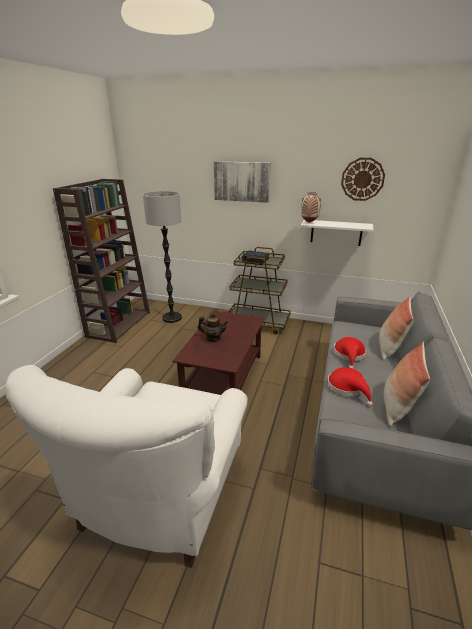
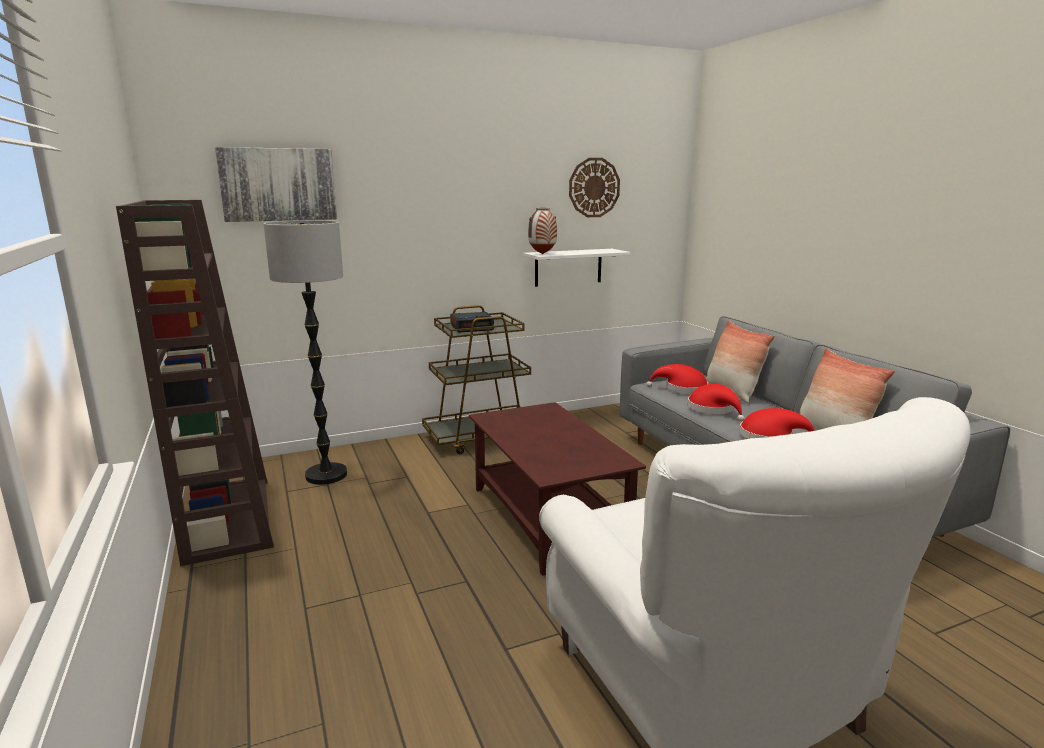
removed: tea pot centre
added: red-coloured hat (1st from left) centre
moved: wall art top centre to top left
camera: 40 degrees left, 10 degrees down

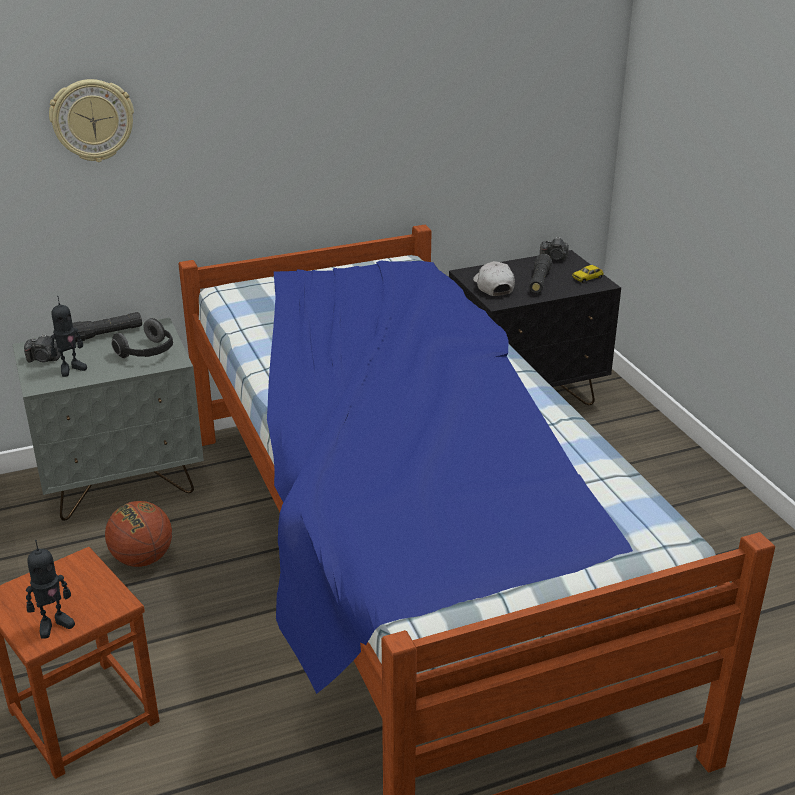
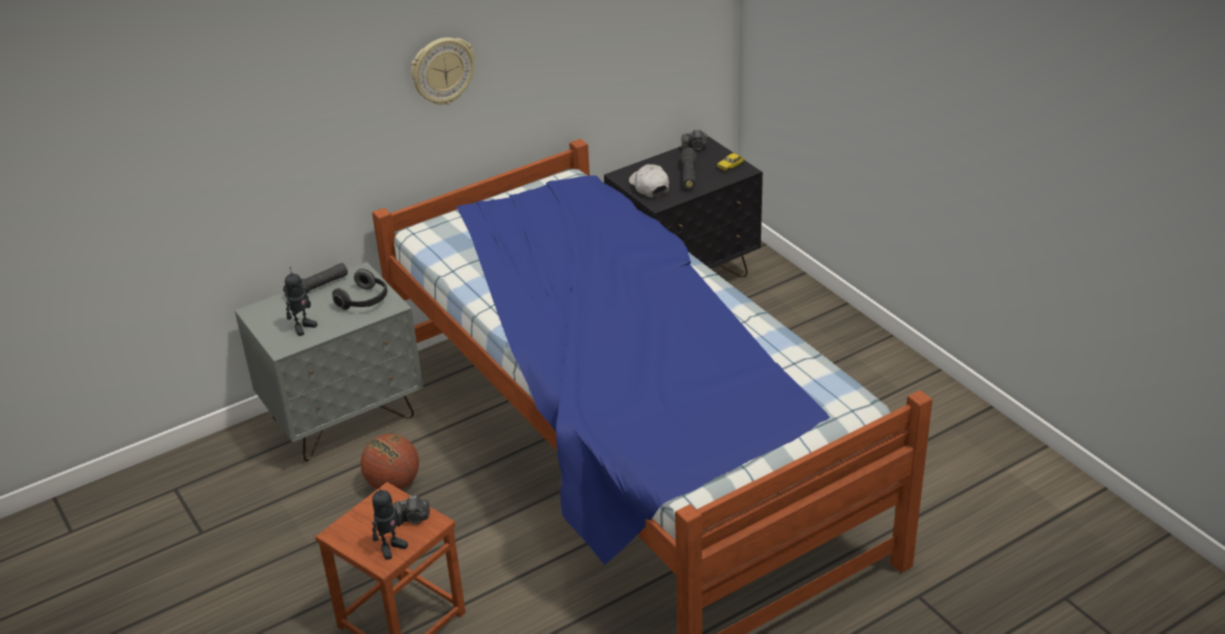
moved: hanging clock top left to top centre; still camera (1st from left) middle left to bottom centre
camera: 10 degrees left, 5 degrees up

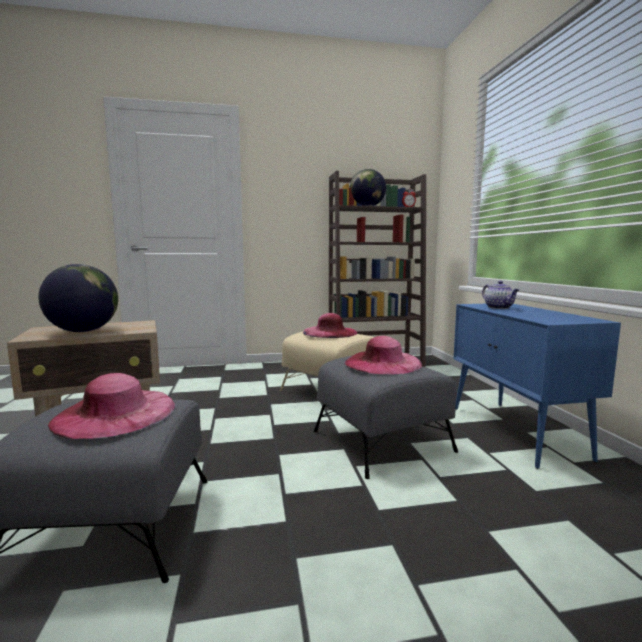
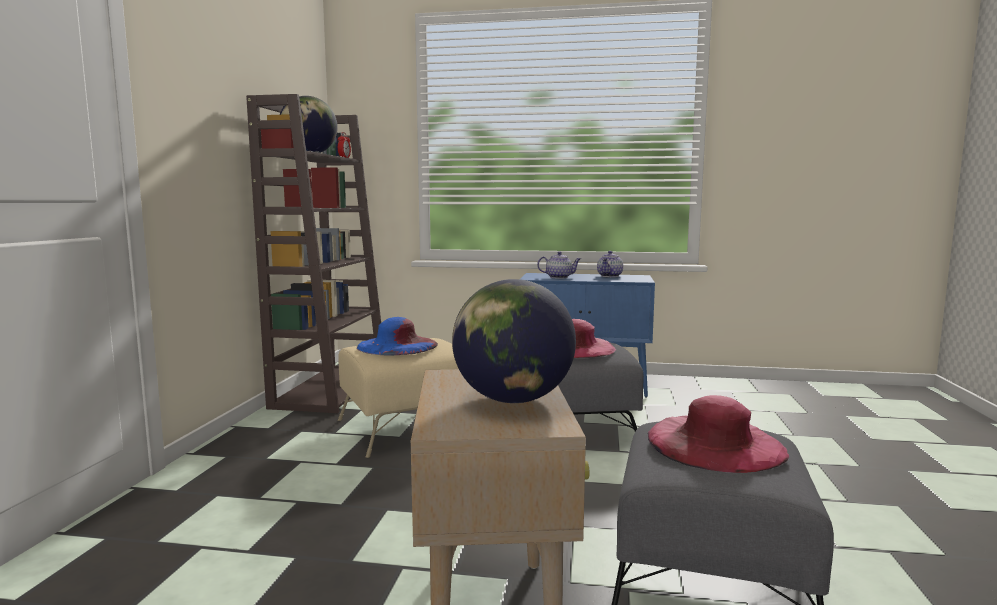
added: tea pot (2nd from left) centre
recoloured: pink-coloured hat (2nd from left) centre to blue-coloured hat centre
camera: 70 degrees left, 0 degrees up

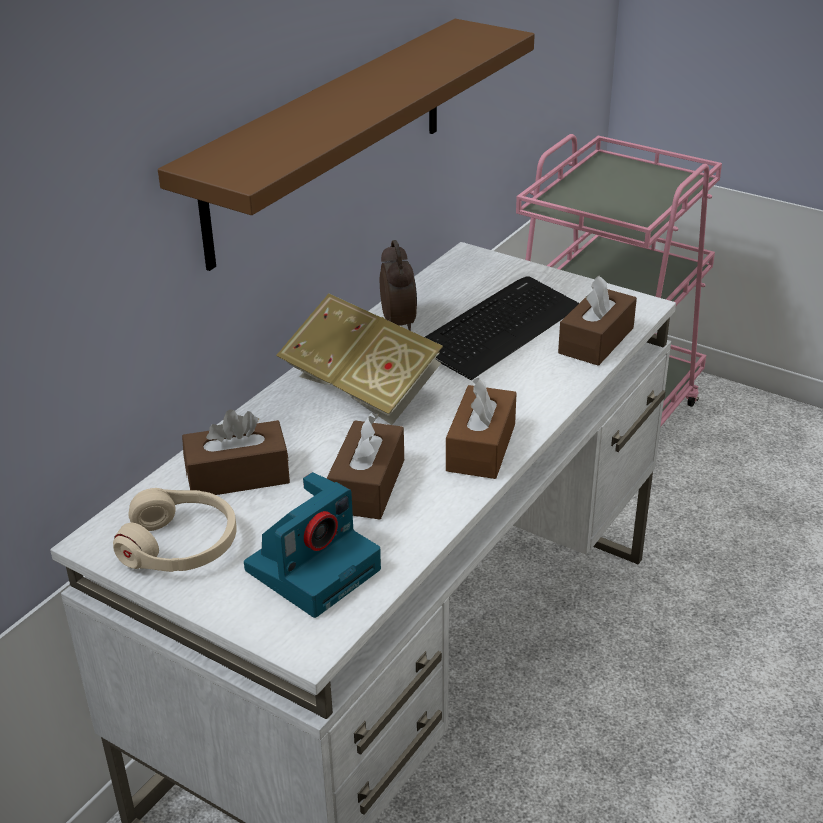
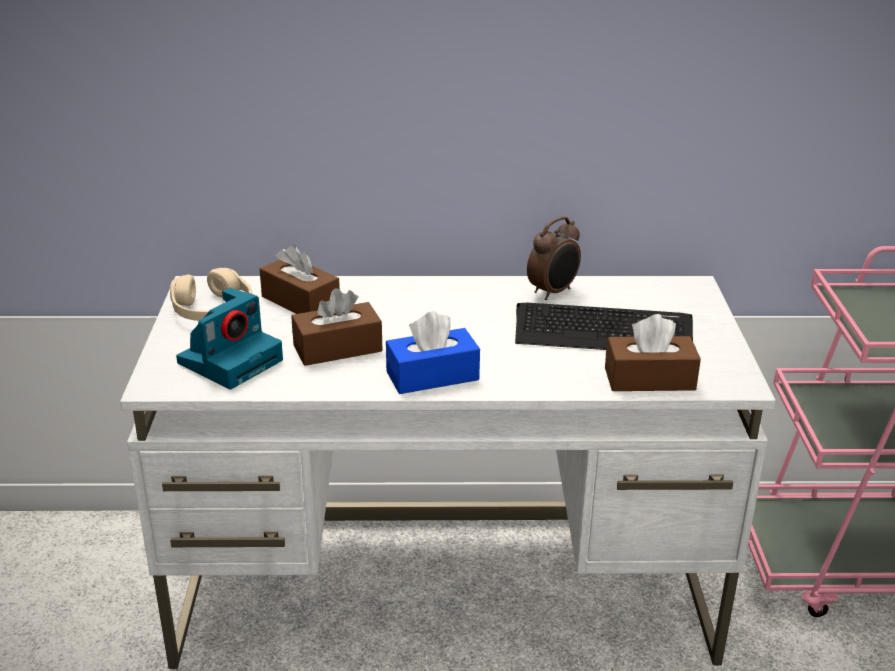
removed: brown-coloured wall shelf top centre; volume centre
recoloured: brown-coloured tissue holder (3rd from left) centre to blue-coloured tissue holder centre
turned: still camera centre = middle left 60 degrees counterclockwise
camera: 55 degrees right, 5 degrees down

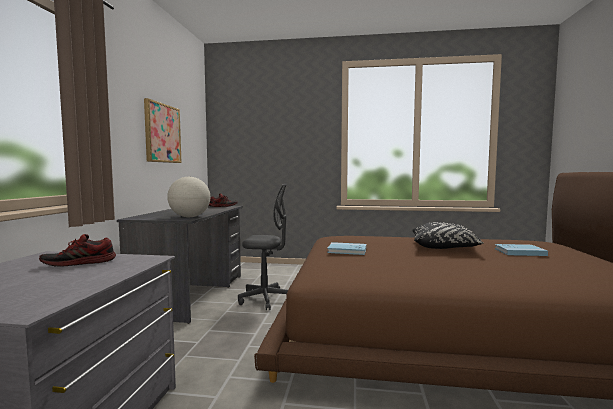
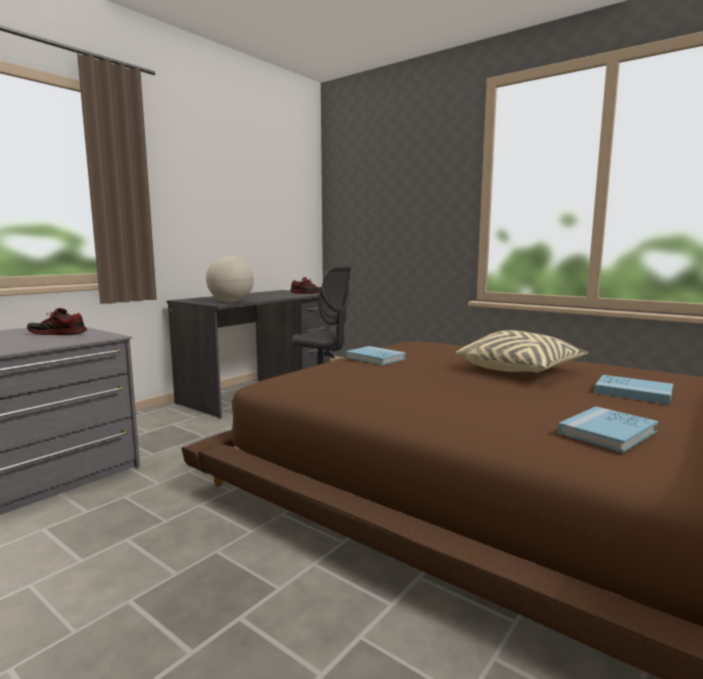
removed: wall art top left
added: blue-coloured volume (2nd from left) middle right
recoloured: blackish pillow middle right to beige-coloured pillow middle right
camera: 30 degrees right, 5 degrees up

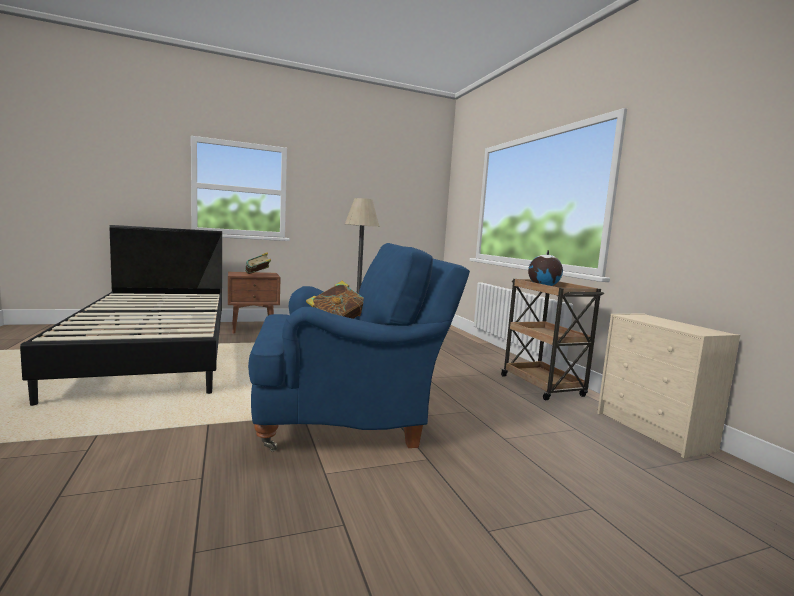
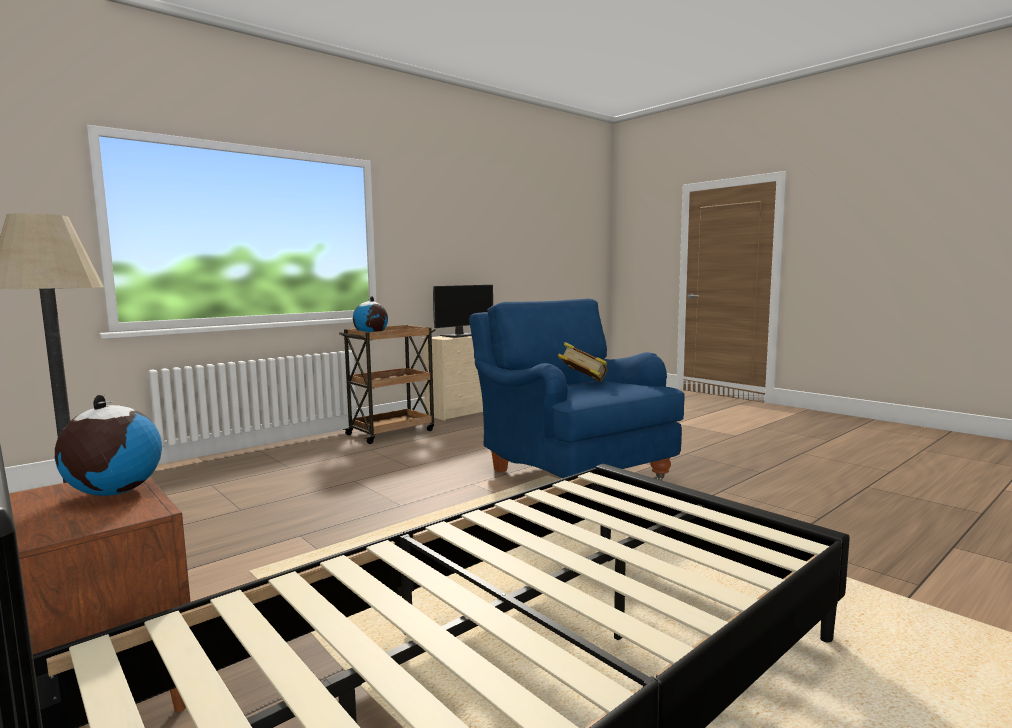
added: computer screen centre
replaced: volume (1st from left) middle left to globe (1st from left) middle left
camera: 110 degrees left, 0 degrees up

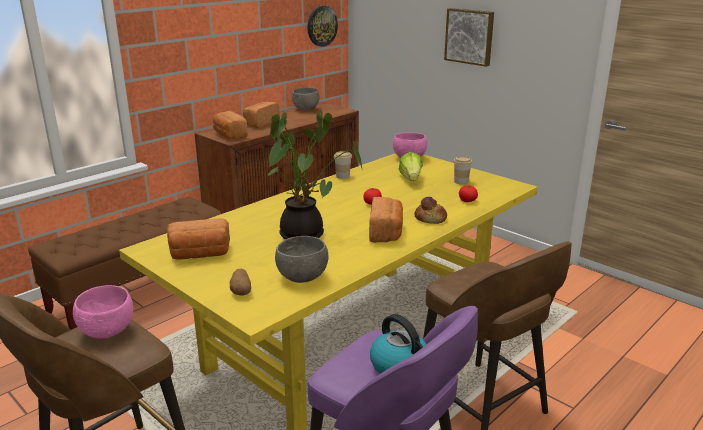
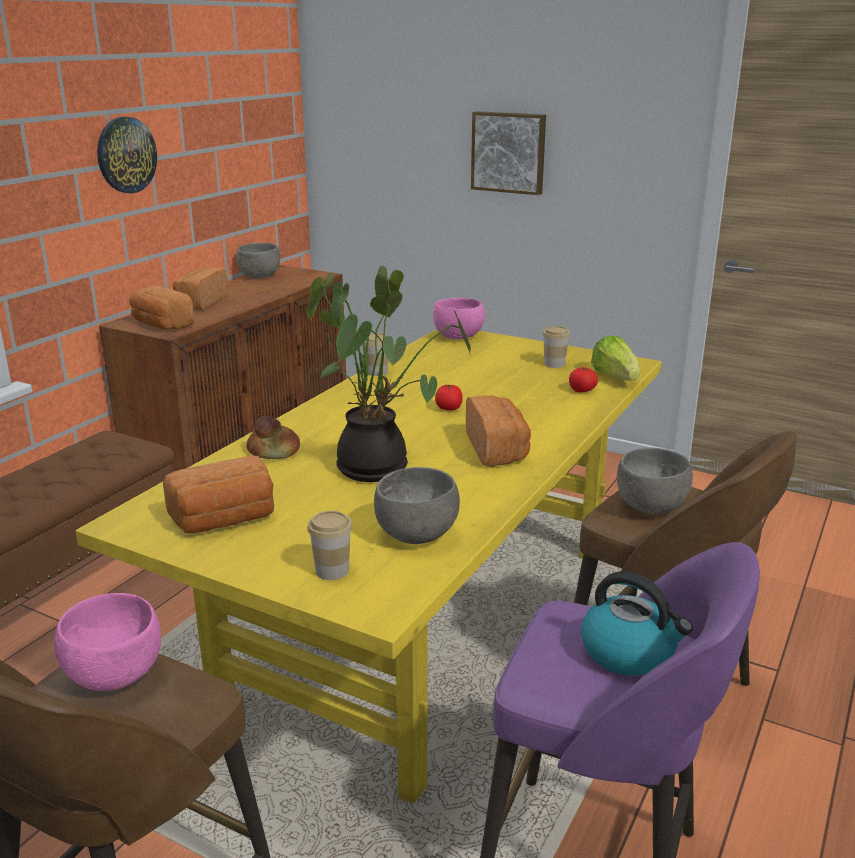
added: greyish deep dish (3rd from left) middle right
moved: hanging clock top centre to top left; lettuce centre to middle right; bakery bread (5th from left in the first image) centre to bakery bread (4th from left) middle left
replaced: spud centre to cup (1st from left) centre
camera: 15 degrees left, 0 degrees up

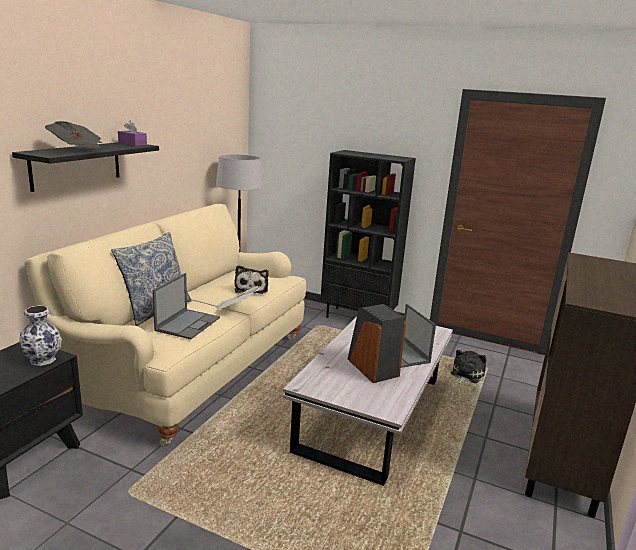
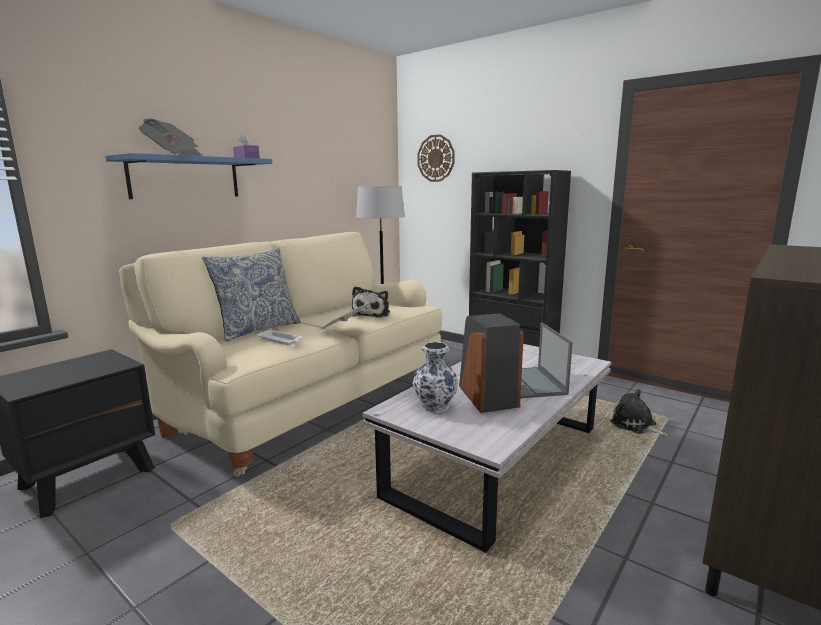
added: hanging clock top centre
moved: flower vase middle left to centre
replaced: notebook computer (1st from left) middle left to white-coloured serving tray centre
recoloured: blackish wall shelf top left to blue-coloured wall shelf top left
turned: cuddly toy (2nd from left) bottom right = middle right 90 degrees counterclockwise
camera: 15 degrees right, 5 degrees down

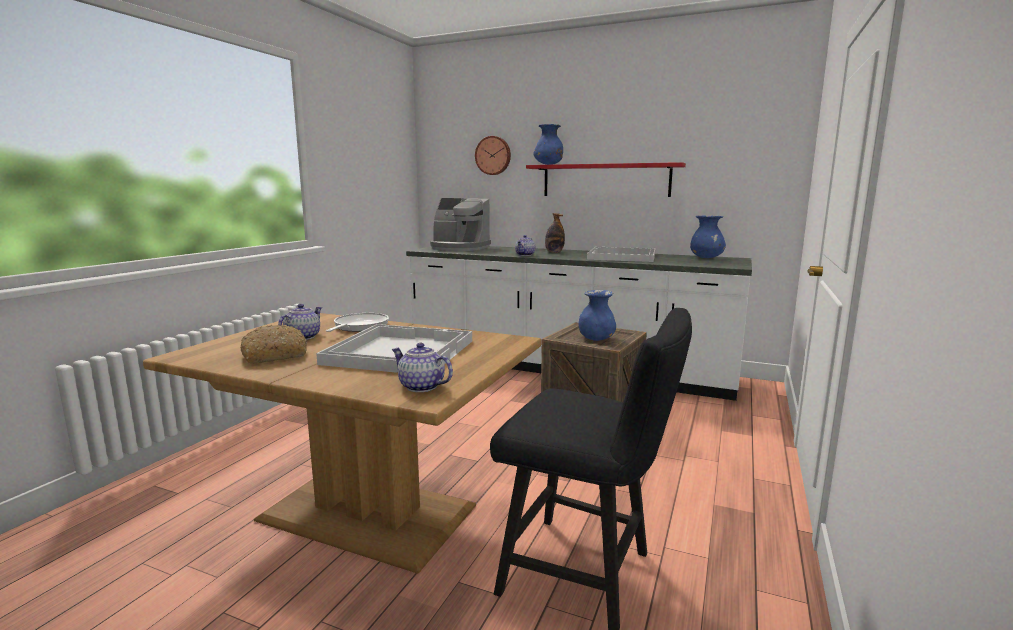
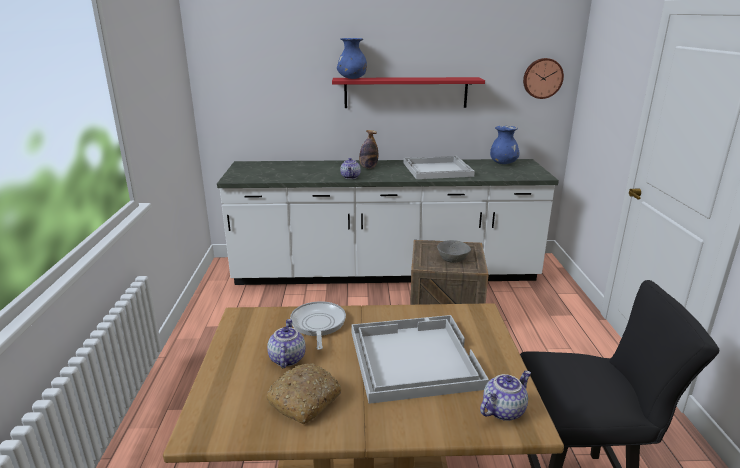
removed: coffee machine centre
moved: hanging clock top centre to top right
replaced: blue-coloured flower vase (2nd from left) centre to greyish deep dish centre
turned: tea pot (2nd from left in the first image) centre = bottom right 135 degrees clockwise
camera: 25 degrees left, 10 degrees up

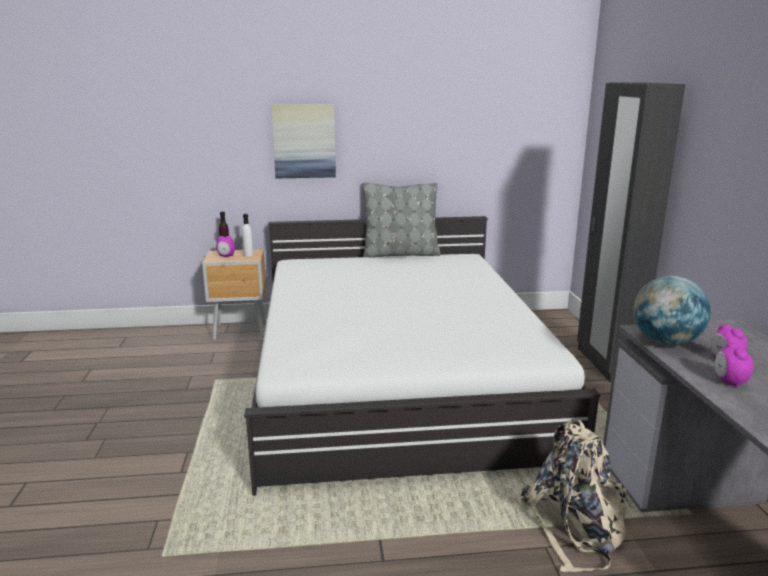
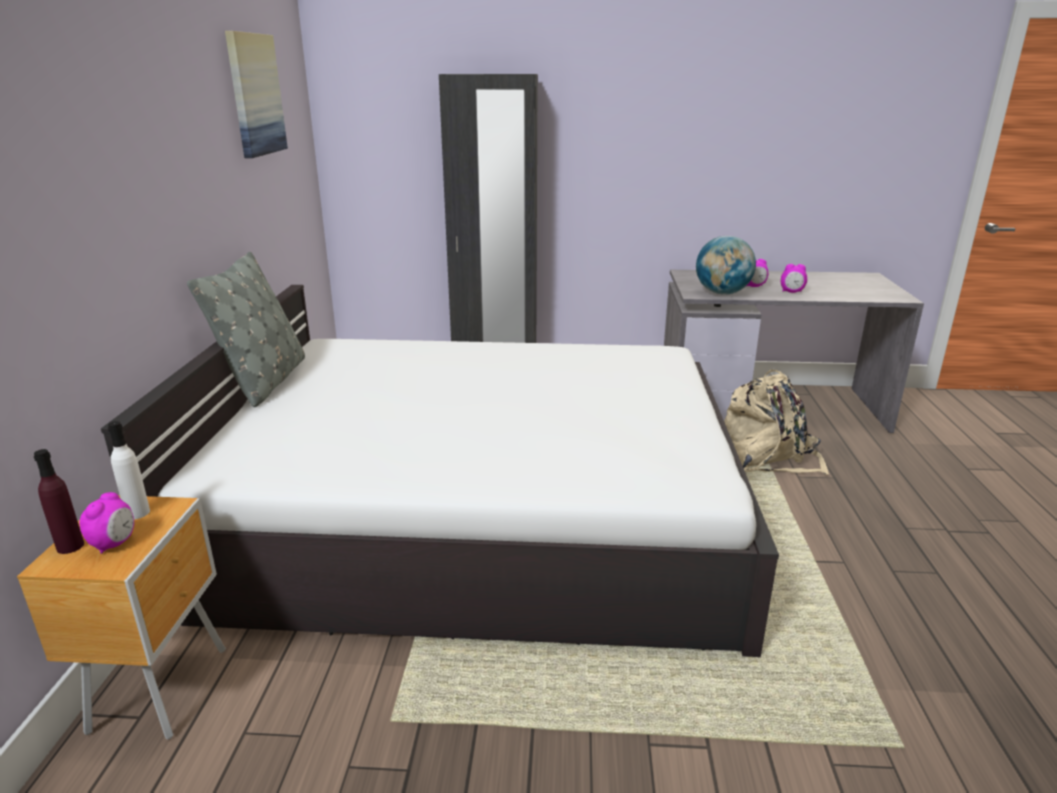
moved: wall art top centre to top left
camera: 80 degrees left, 5 degrees up

